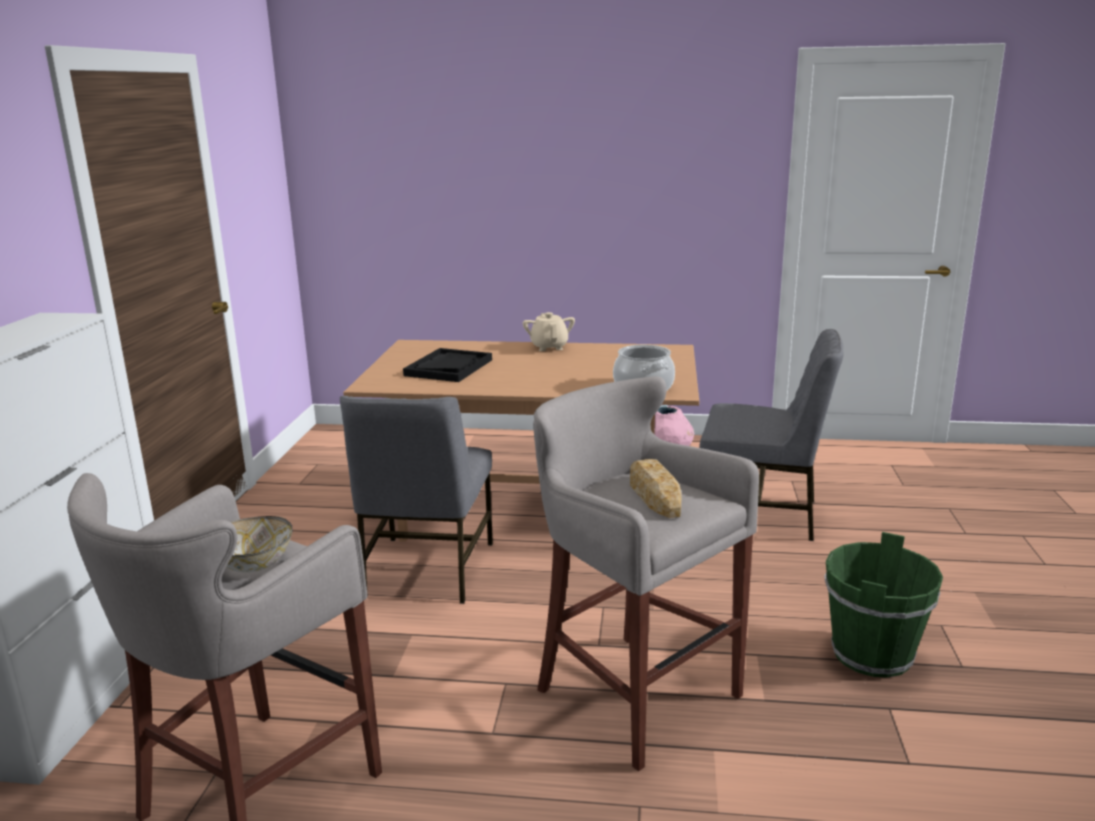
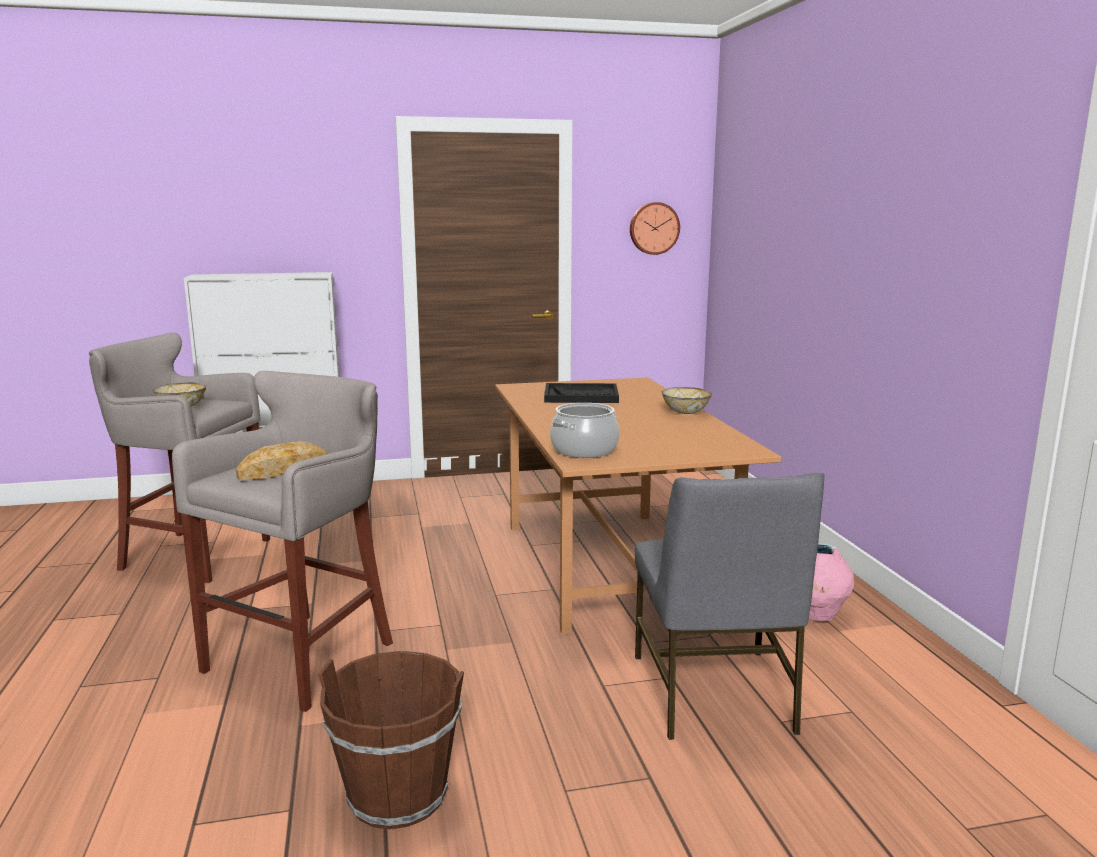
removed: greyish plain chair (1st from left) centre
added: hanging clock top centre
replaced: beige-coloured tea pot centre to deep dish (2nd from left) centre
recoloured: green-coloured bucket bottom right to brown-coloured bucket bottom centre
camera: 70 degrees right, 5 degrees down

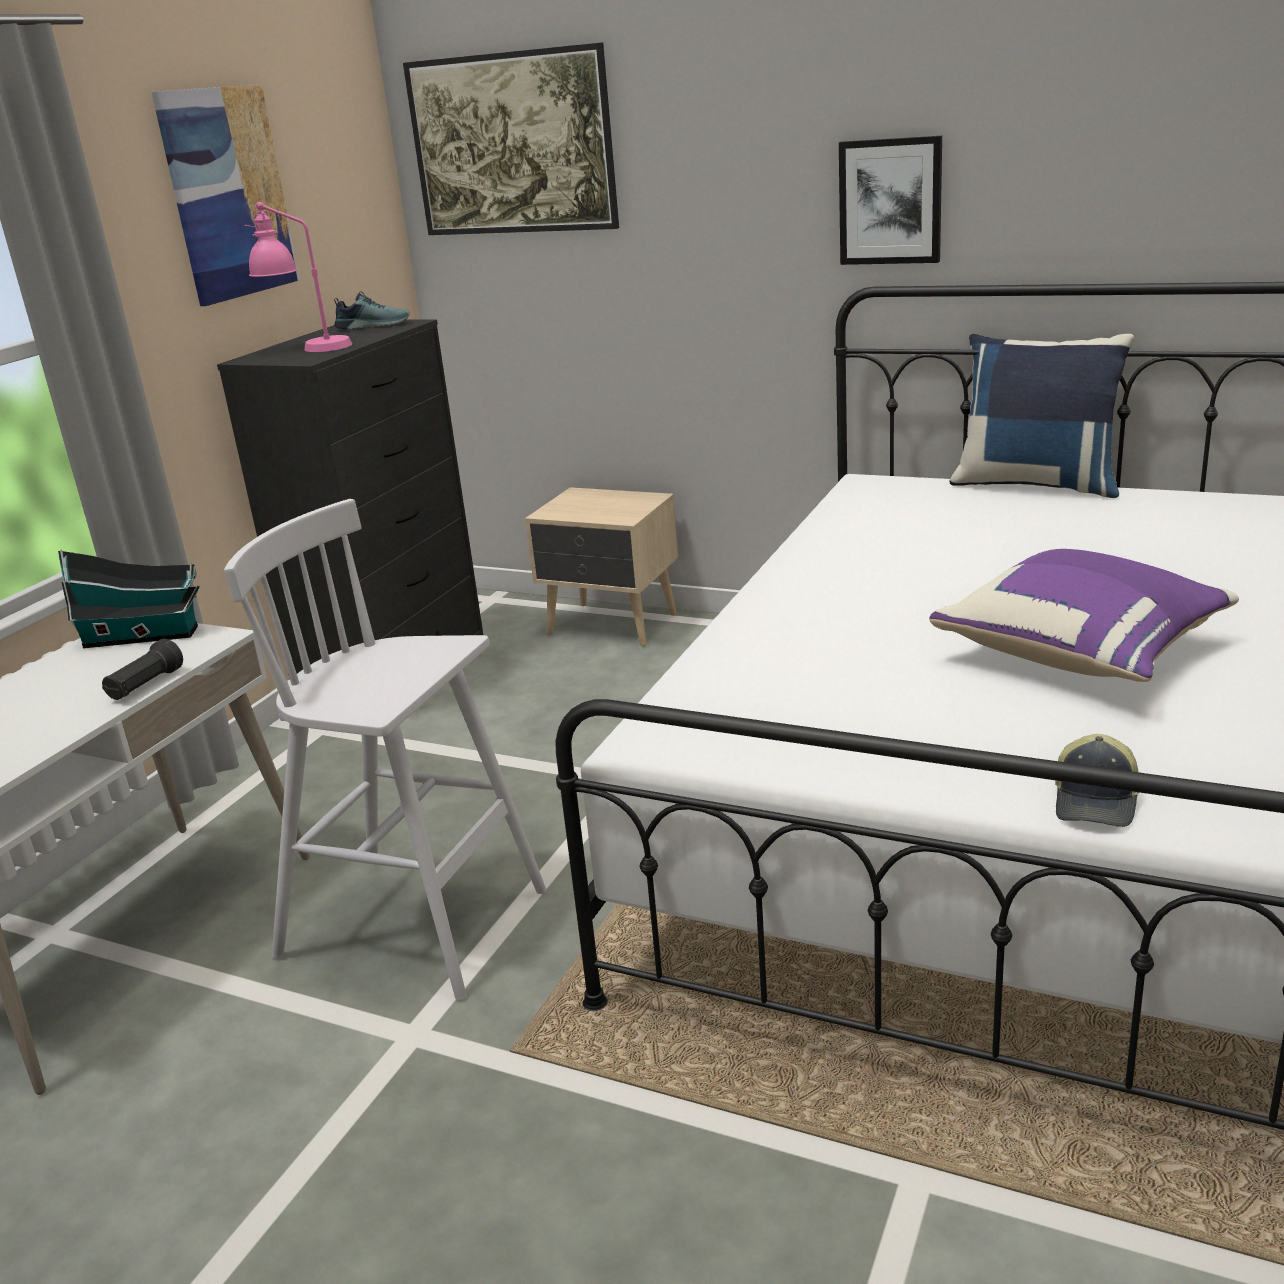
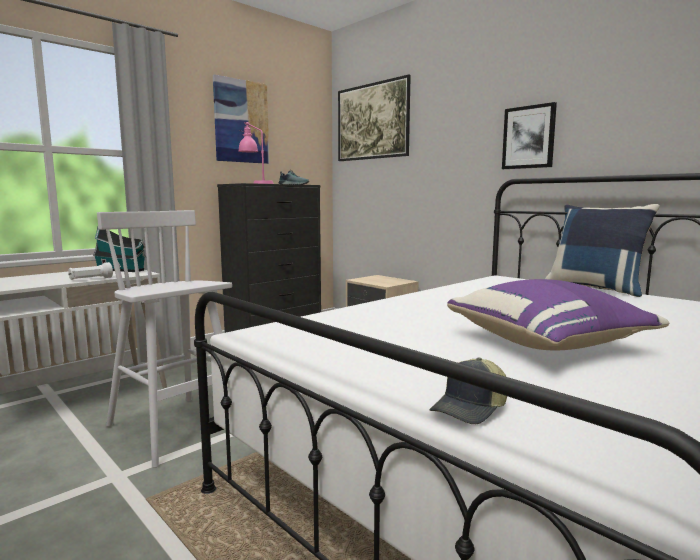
recoloured: blackish hand torch middle left to white-coloured hand torch middle left
camera: 20 degrees right, 15 degrees down

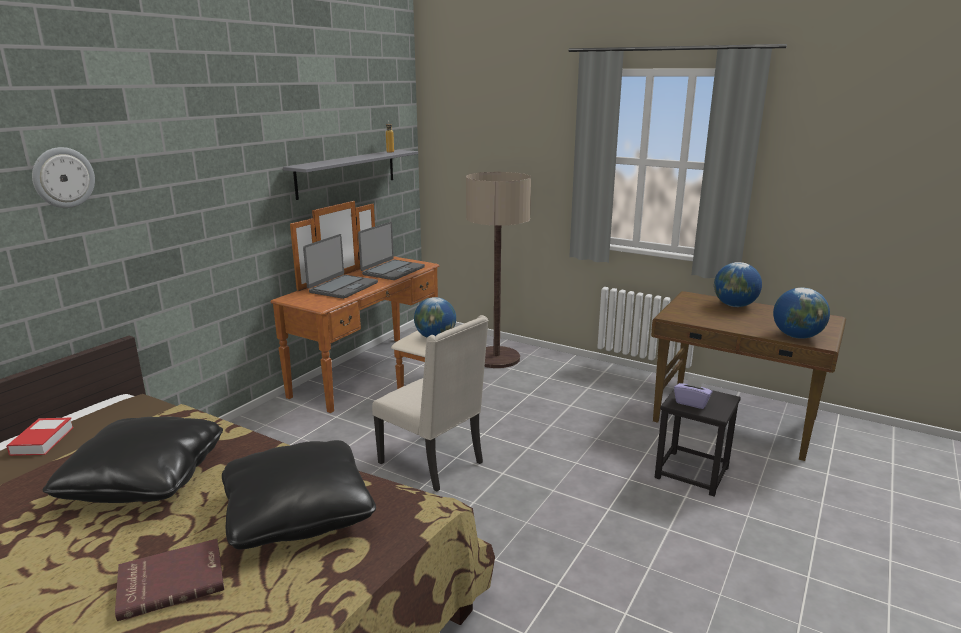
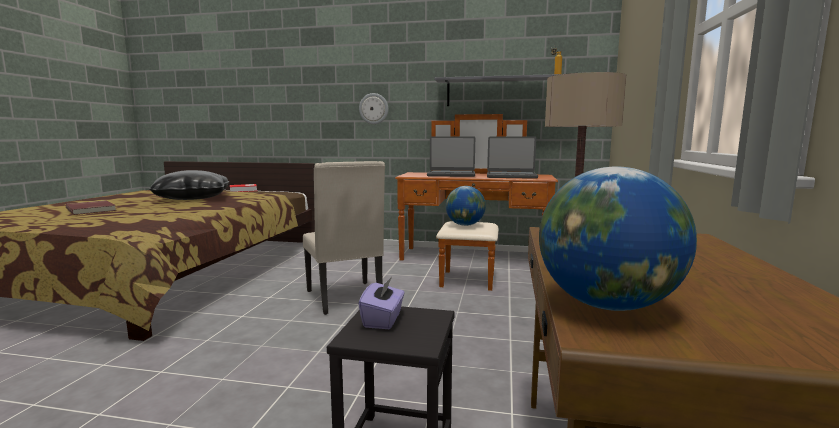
removed: globe (2nd from left) middle right; blackish pillow (2nd from left) bottom left
moved: hanging clock top left to top centre
turned: beige-coloured plain chair centre = centre 45 degrees counterclockwise
camera: 70 degrees right, 10 degrees down

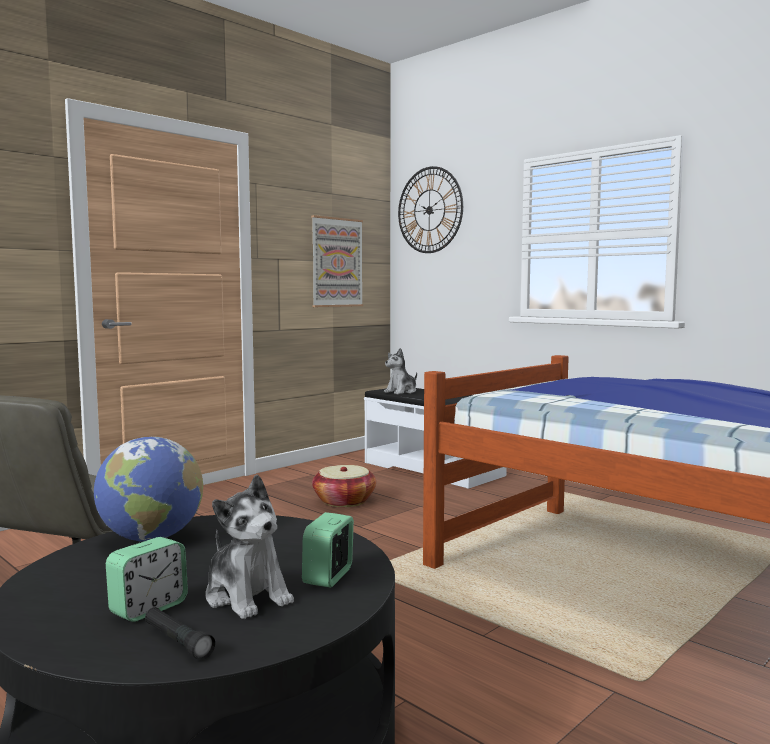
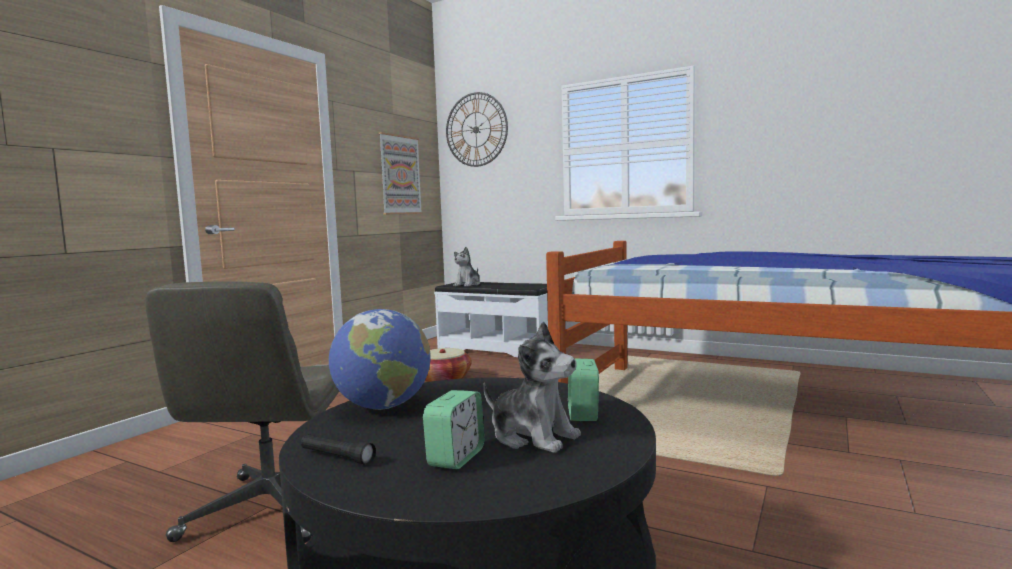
moved: blackish hand torch bottom left to bottom centre
camera: 15 degrees left, 0 degrees up

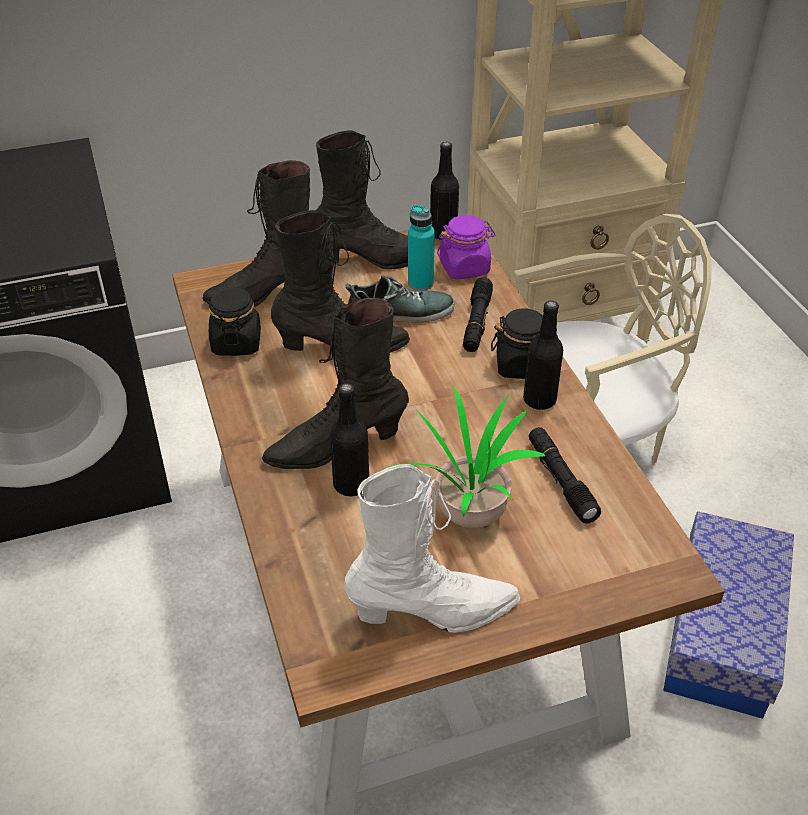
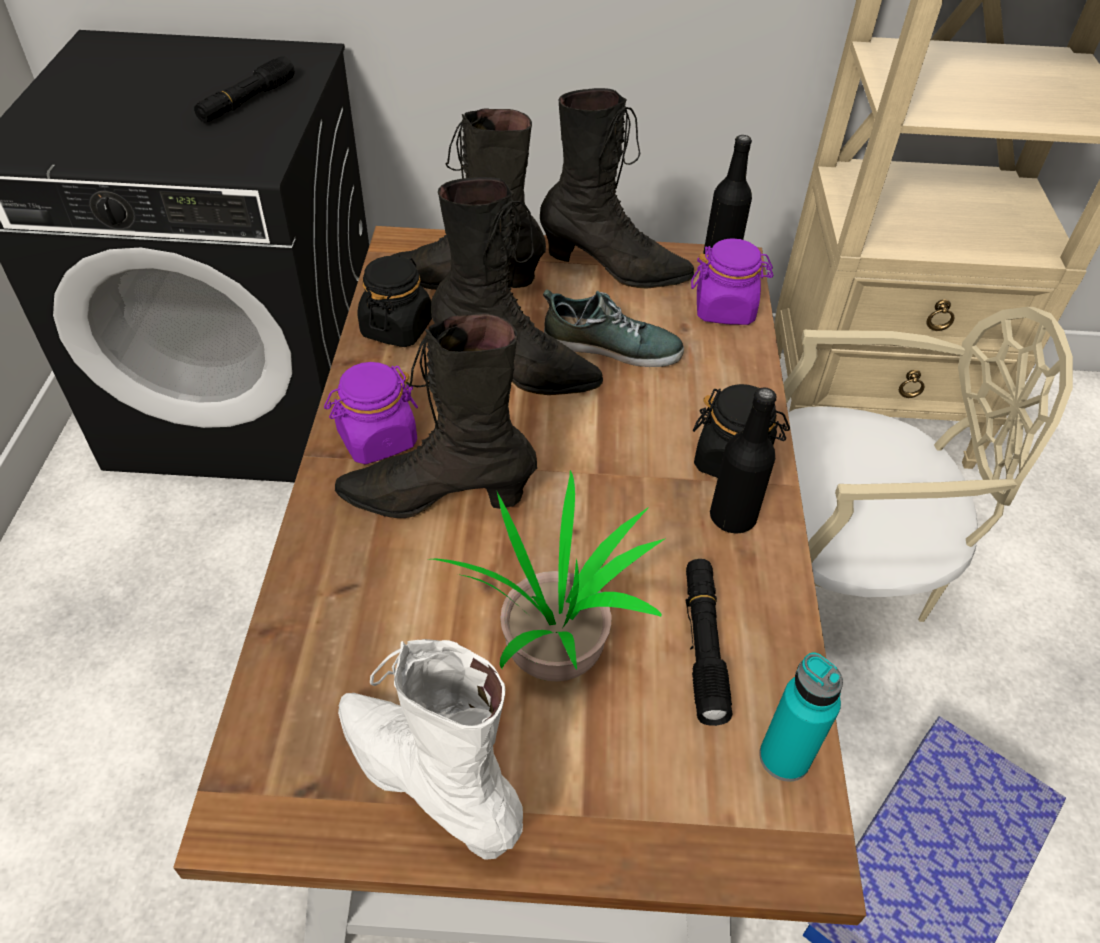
removed: blackish bottle (1st from left) centre
added: purple storage jar (1st from left) centre
moved: turquoise-coloured bottle top centre to bottom right; blackish hand torch (1st from left) centre to top left
turned: white-coloured high-top boot bottom centre = bottom centre 150 degrees counterclockwise
camera: 20 degrees right, 5 degrees up

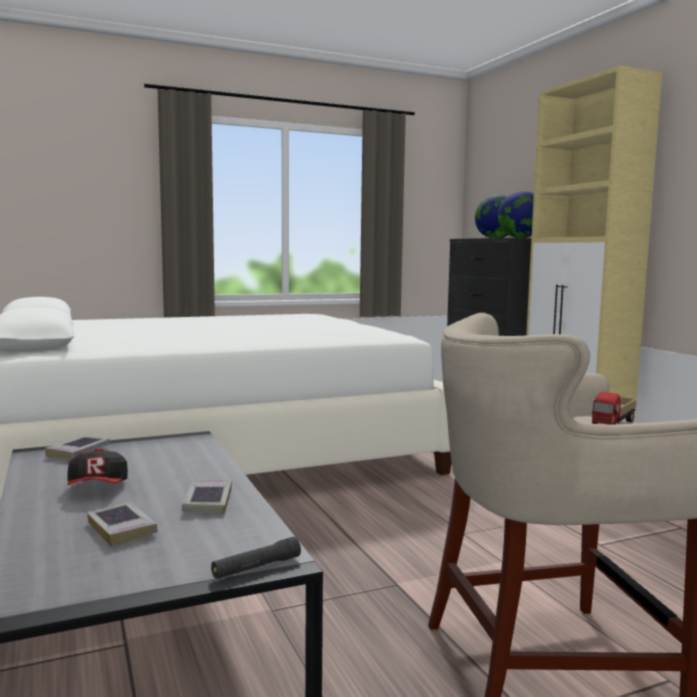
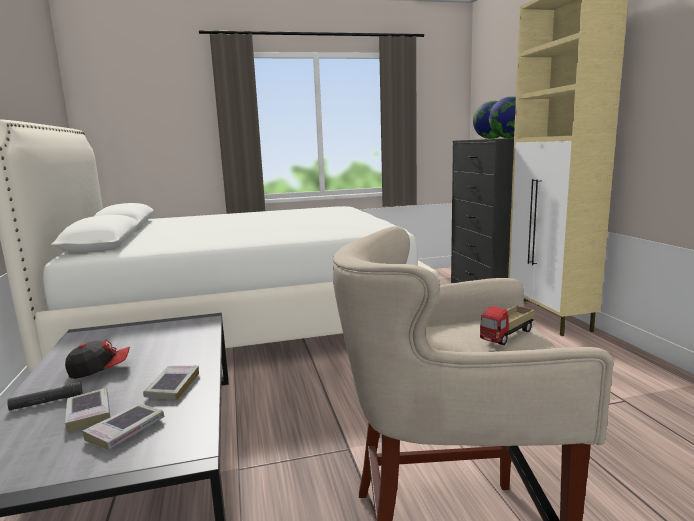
moved: volume (1st from left in the first image) middle left to volume (2nd from left) bottom left; blackish hand torch bottom centre to bottom left
turned: cap bottom left = bottom left 105 degrees counterclockwise
camera: 10 degrees right, 5 degrees up

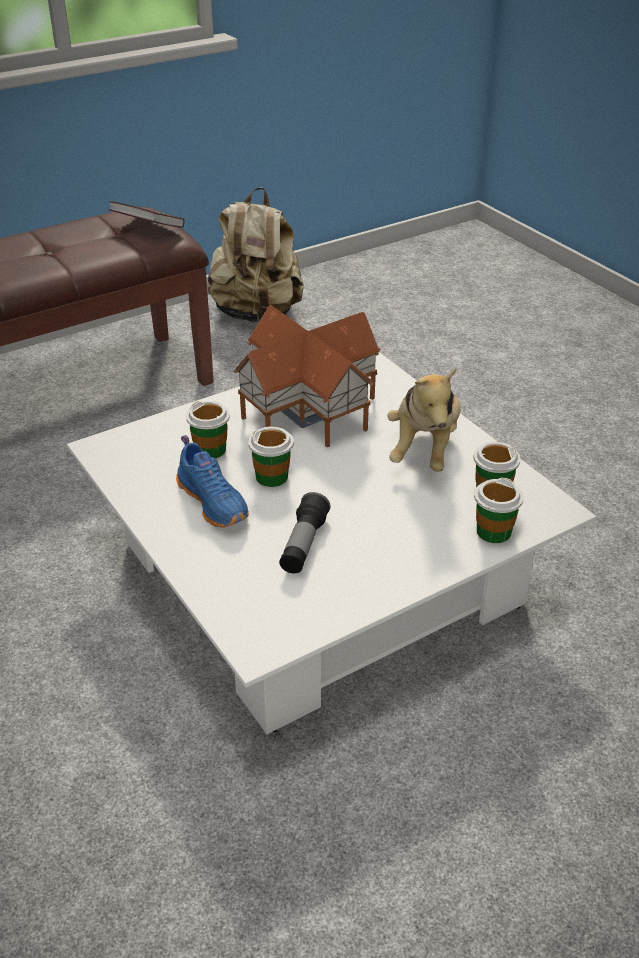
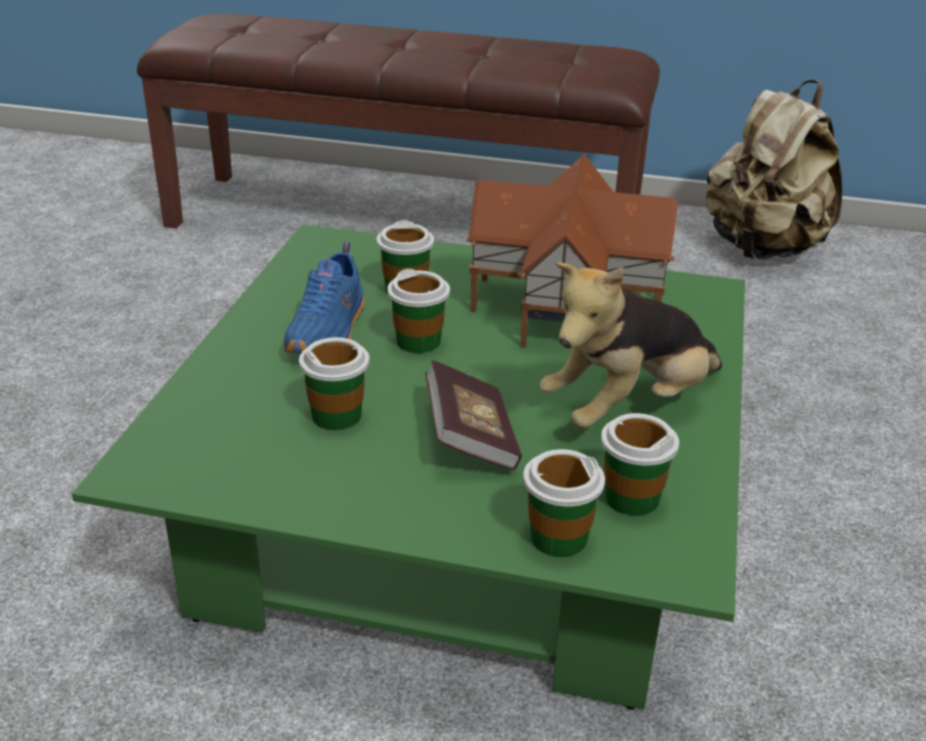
moved: volume top left to centre
replaced: hand torch centre to cup (1st from left) centre
recoloured: white-coloured lounge table centre to green-coloured lounge table centre
camera: 45 degrees right, 5 degrees down

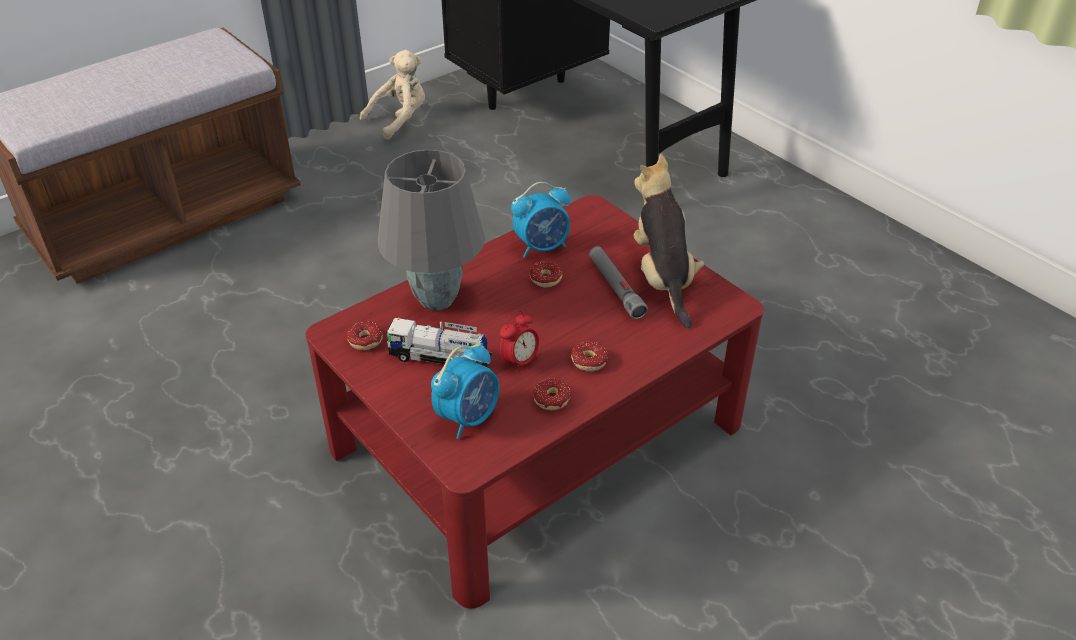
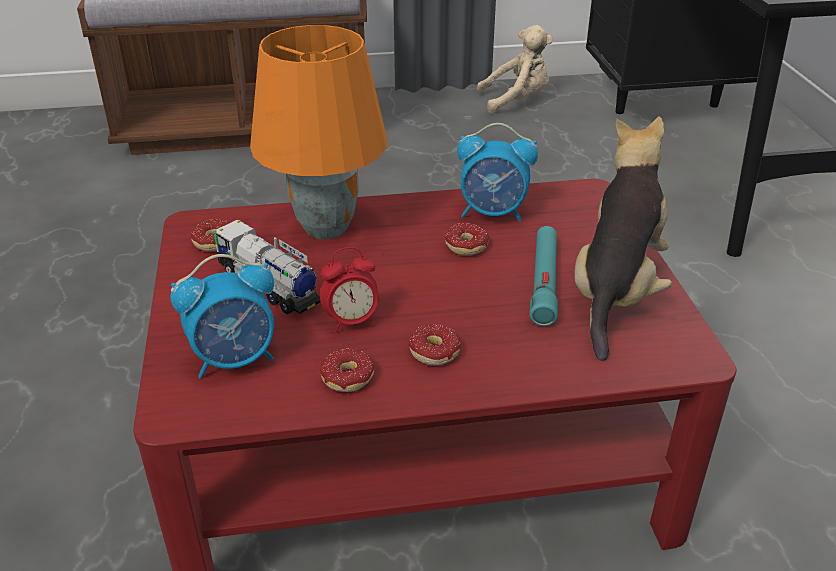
recoloured: greyish table lamp centre to orangey table lamp top centre; greyish hand torch centre to turquoise-coloured hand torch centre
camera: 30 degrees right, 5 degrees down

